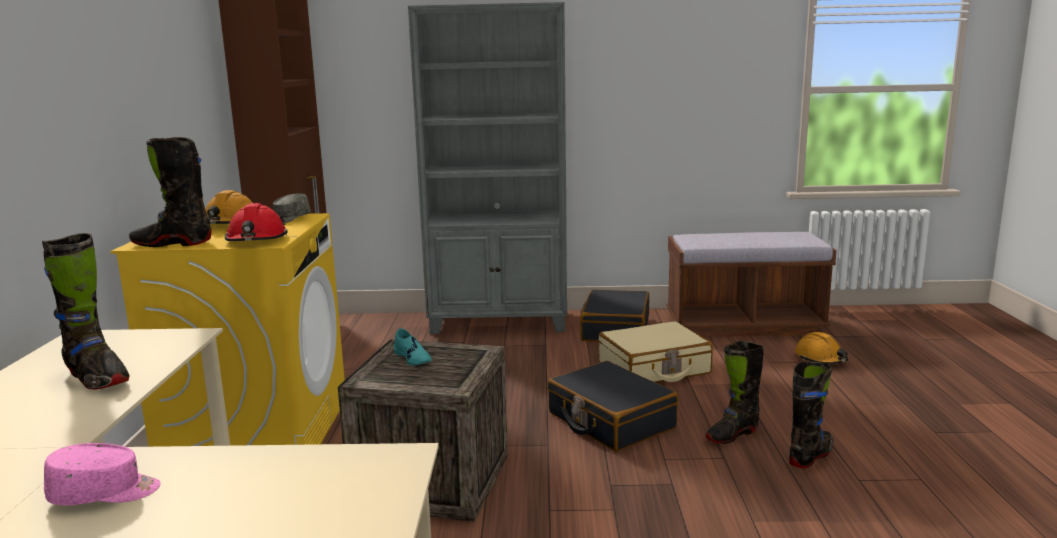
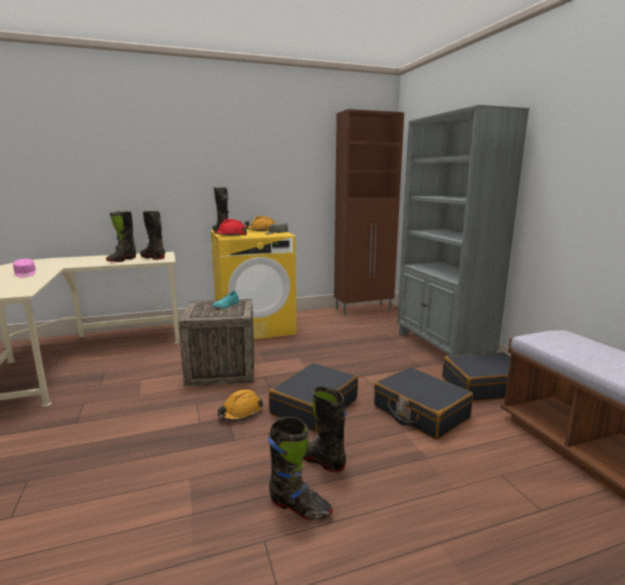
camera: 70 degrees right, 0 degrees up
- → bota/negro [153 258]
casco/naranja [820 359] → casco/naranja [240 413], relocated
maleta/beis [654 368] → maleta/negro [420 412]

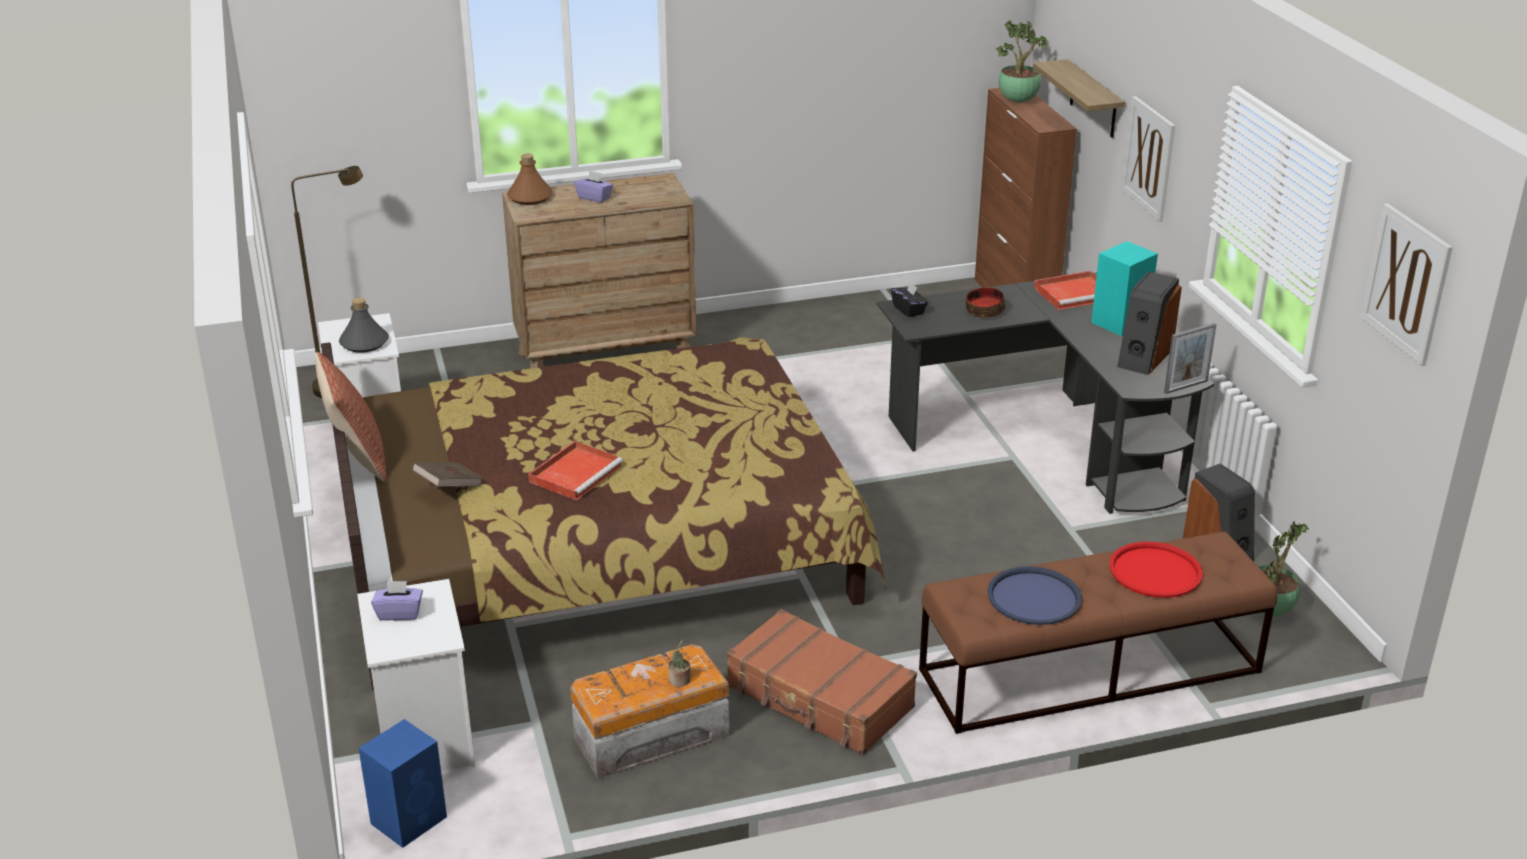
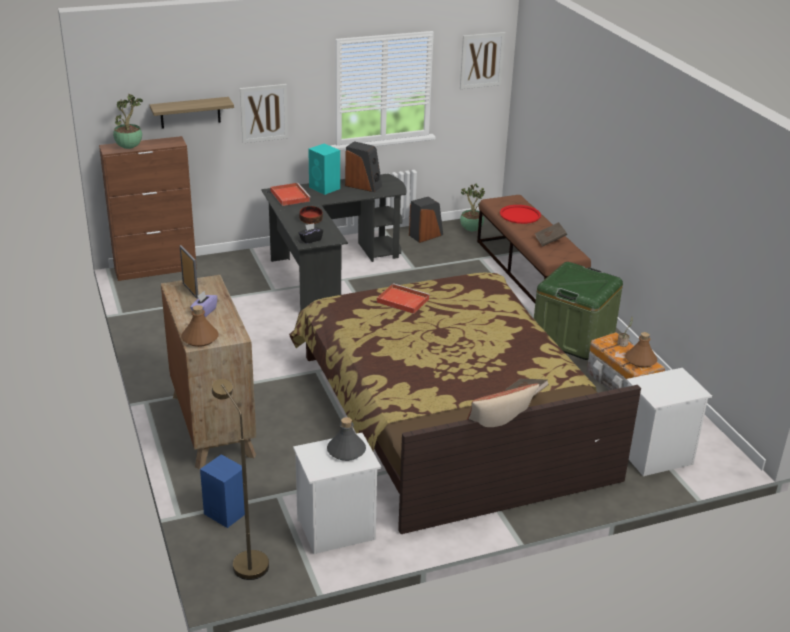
camera: 95 degrees left, 0 degrees up
portarretratos [1186 387] → portarretratos [190 290], relocated
altavoz/azul [410 819] → altavoz/azul [225 512], relocated
bandeja/rojo [576 473] → bandeja/rojo [402 300], relocated
maleta/marrón [819 698] → caja de almacenaje/verde [573 337]
bandeja/azul [1034 597] → libro/marrón [550 241]
- → botella/marrón [640 360]
caja de pañuelos/morado [399 613] → -

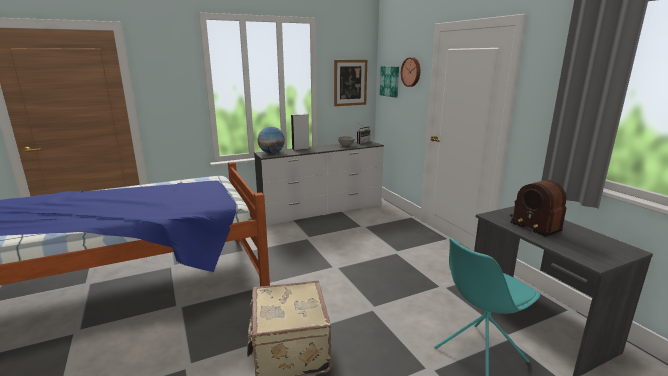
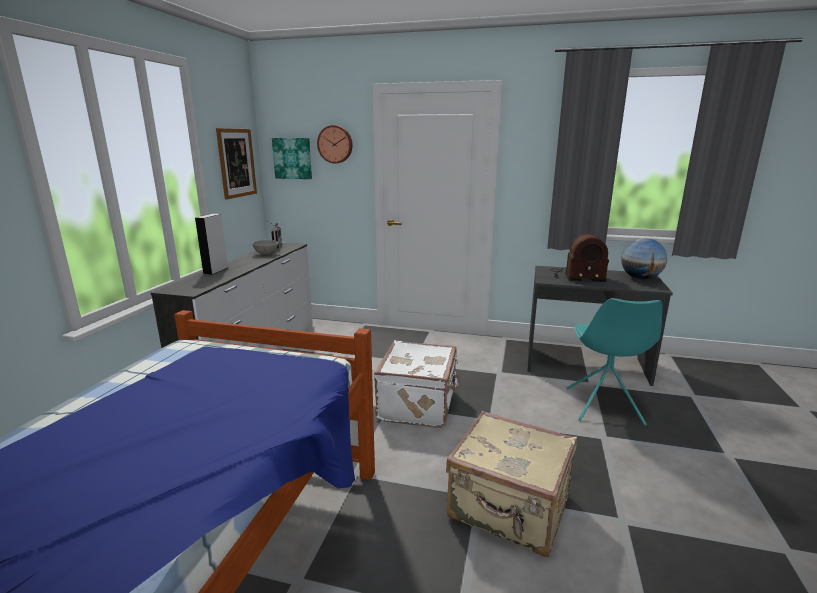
camera: 50 degrees left, 0 degrees up
- → maleta/blanco [419 404]
globo terráqueo [271 153] → globo terráqueo [640 278], relocated

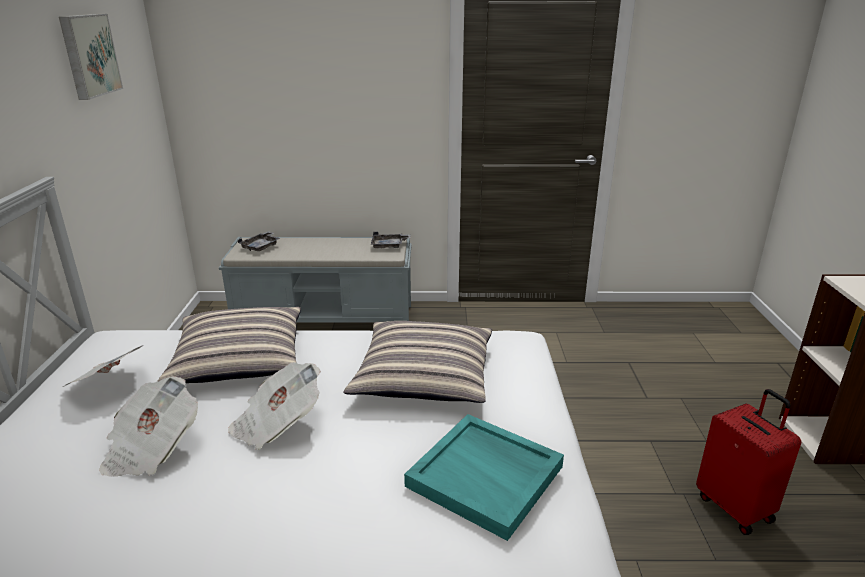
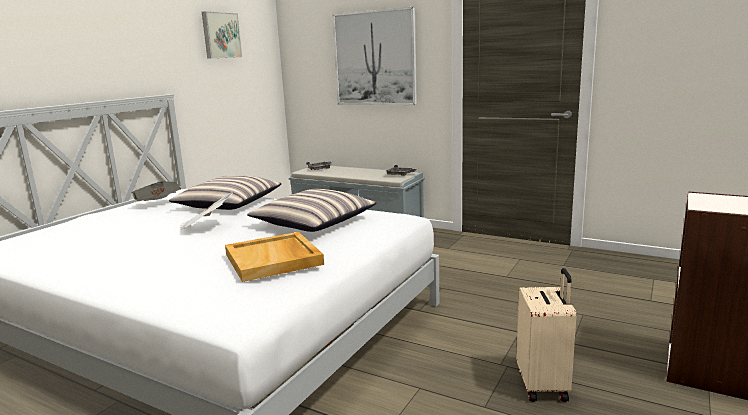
camera: 30 degrees right, 10 degrees down
bandeja/turquesa [486 476] → bandeja/beis [274 259]
- → cuadro [375 58]
maleta/rojo [735 507] → maleta/beis [543 385]
periódico [152 448] → -

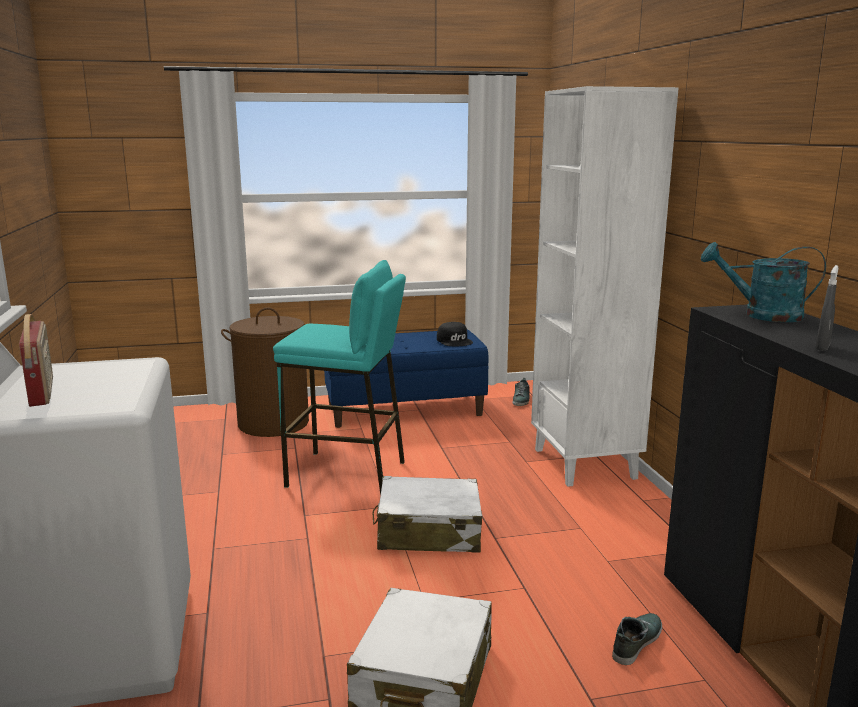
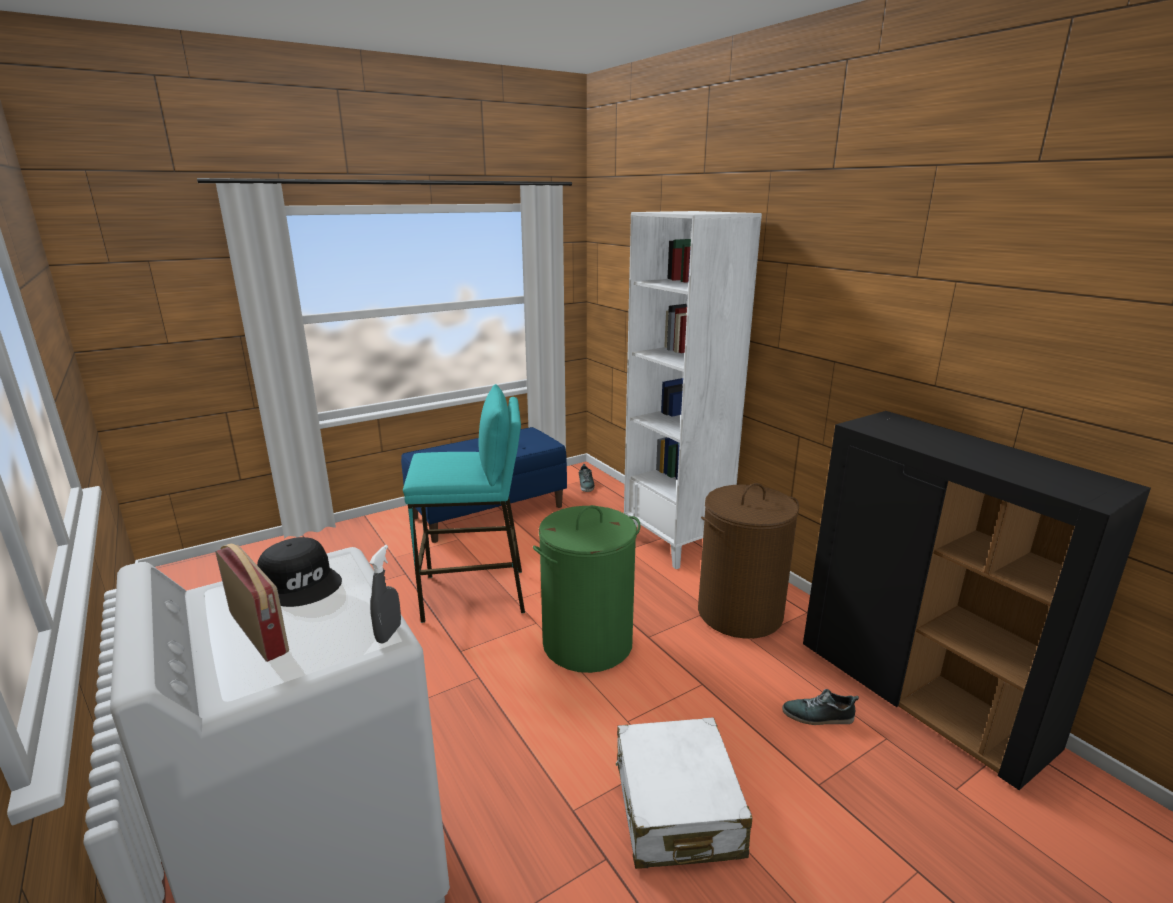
camera: 20 degrees left, 5 degrees up
gorra/negro [455 341] → gorra/negro [301 582], relocated
pulverizador/gris [822 348] → pulverizador/gris [388 633], relocated
maleta/blanco [428 532] → cesto de la ropa/verde [587 644]
cesto de la ropa/marrón [273 424] → cesto de la ropa/marrón [739 613], relocated
zapato [636 642] → zapato [818 716], 105 degrees counterclockwise
regadera/turquesa [762 315] → -

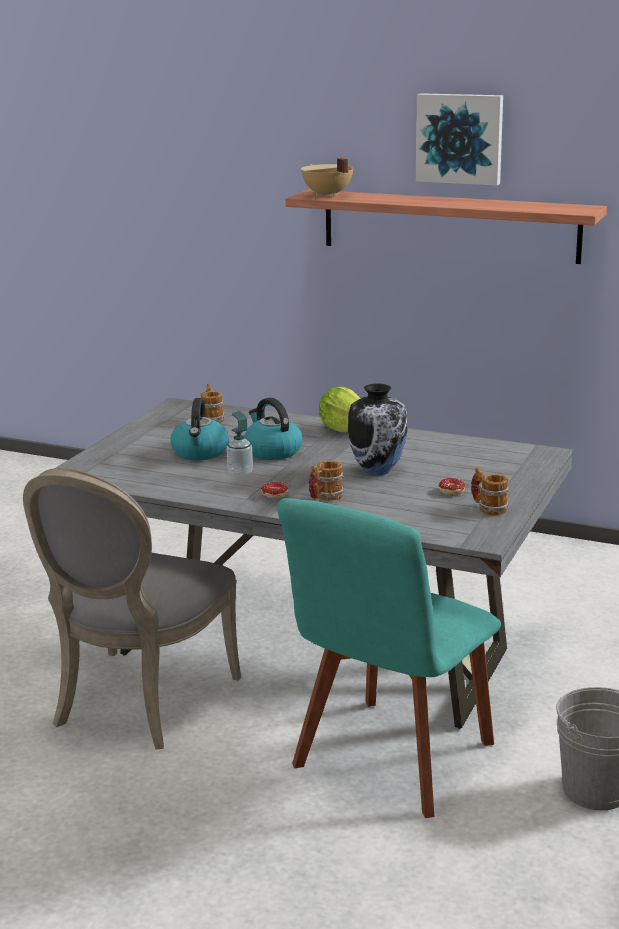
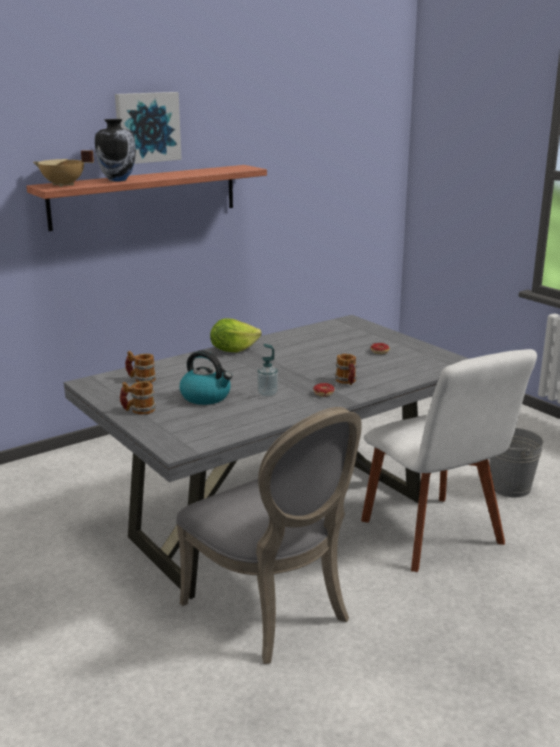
camera: 60 degrees left, 0 degrees up
florero [378 470] → florero [118 180], relocated
taza grande [488 508] → taza grande [138 410], relocated
silla/turquesa [389 760] → silla/blanco [435 536]
hervidor [272 451] → -

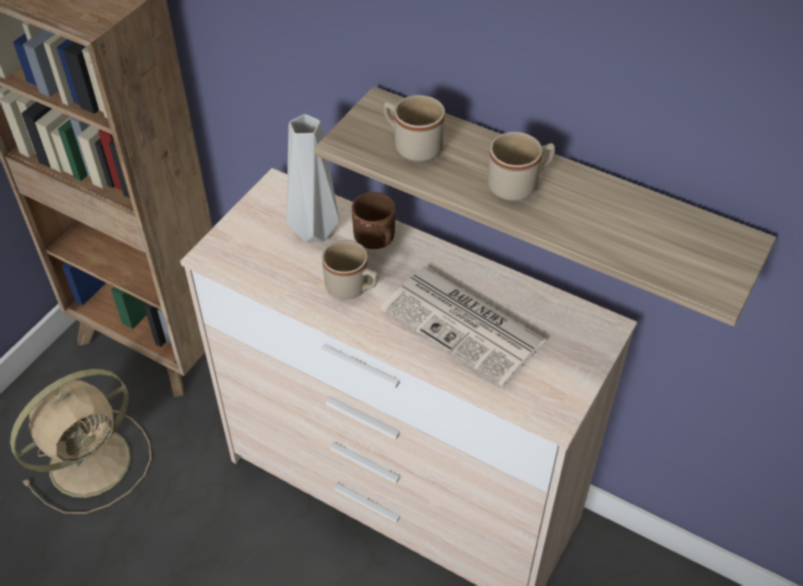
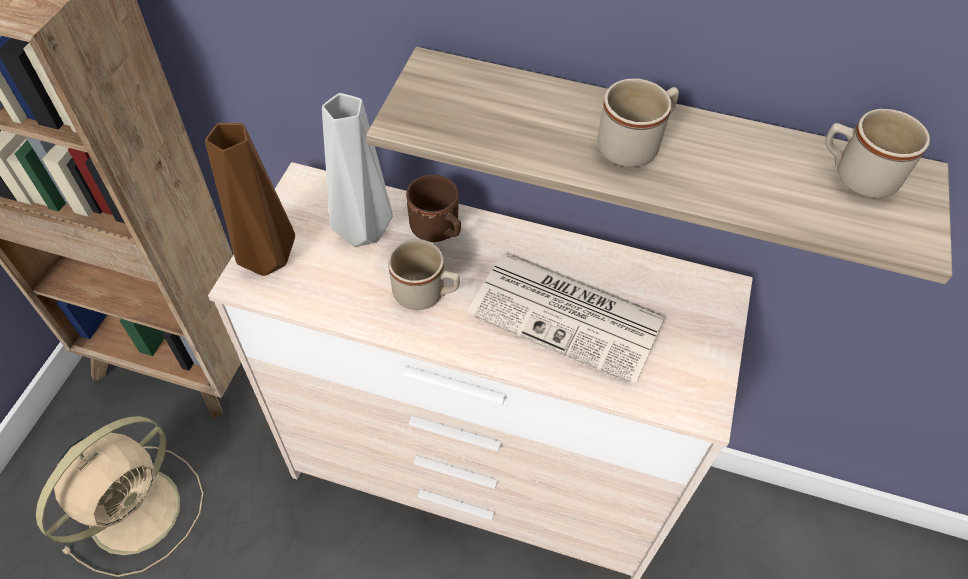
camera: 15 degrees left, 5 degrees up
- → florero/marrón [268 261]
taza grande/beis [412 145] → taza grande/beis [855 176], relocated

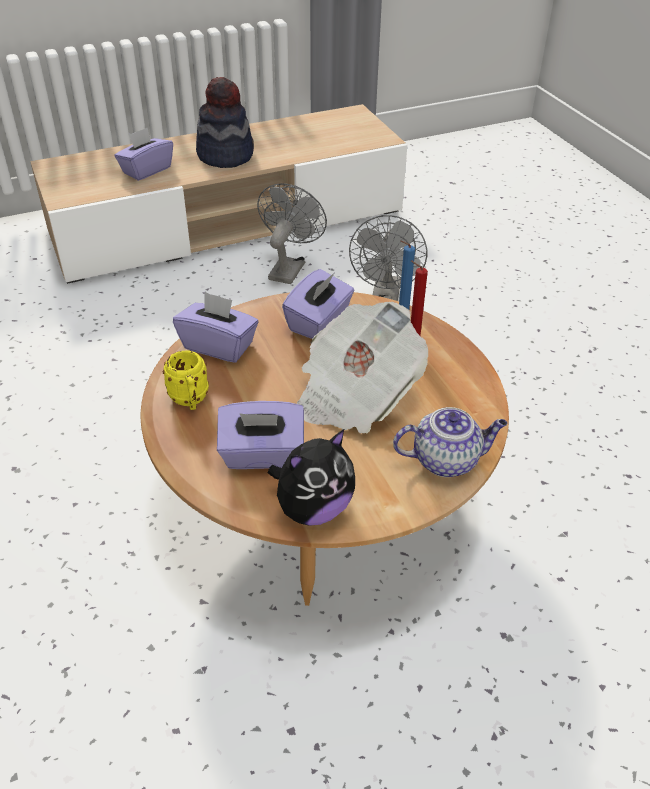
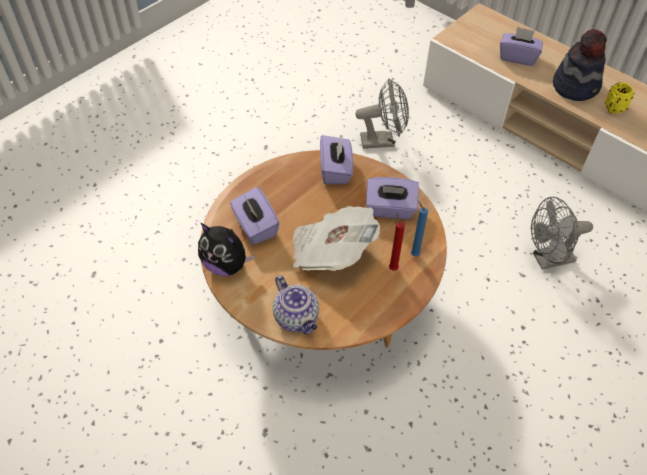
camera: 65 degrees right, 10 degrees up
ventilador/gris [289 268] → ventilador/gris [383 141], relocated
taza grande/amarillo [190 400] → taza grande/amarillo [612 109], relocated

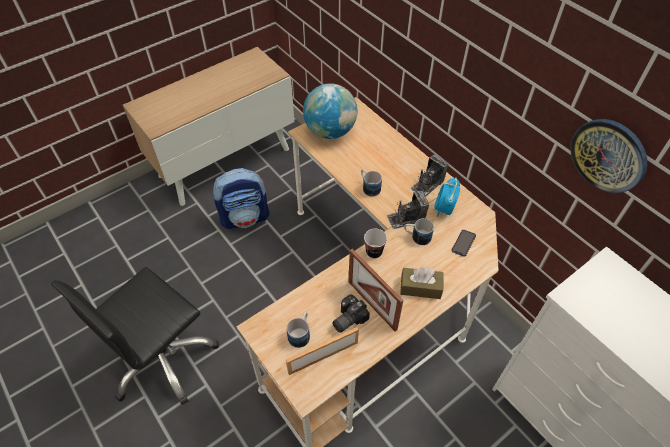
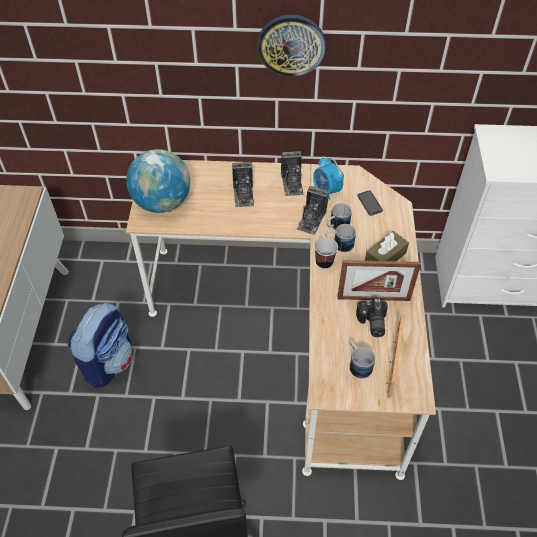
camera: 50 degrees left, 0 degrees up
- → cámara [243 194]
reloj de pared [608 155] → reloj de pared [291 45], relocated
taza grande [369 187] → taza grande [339 244], relocated

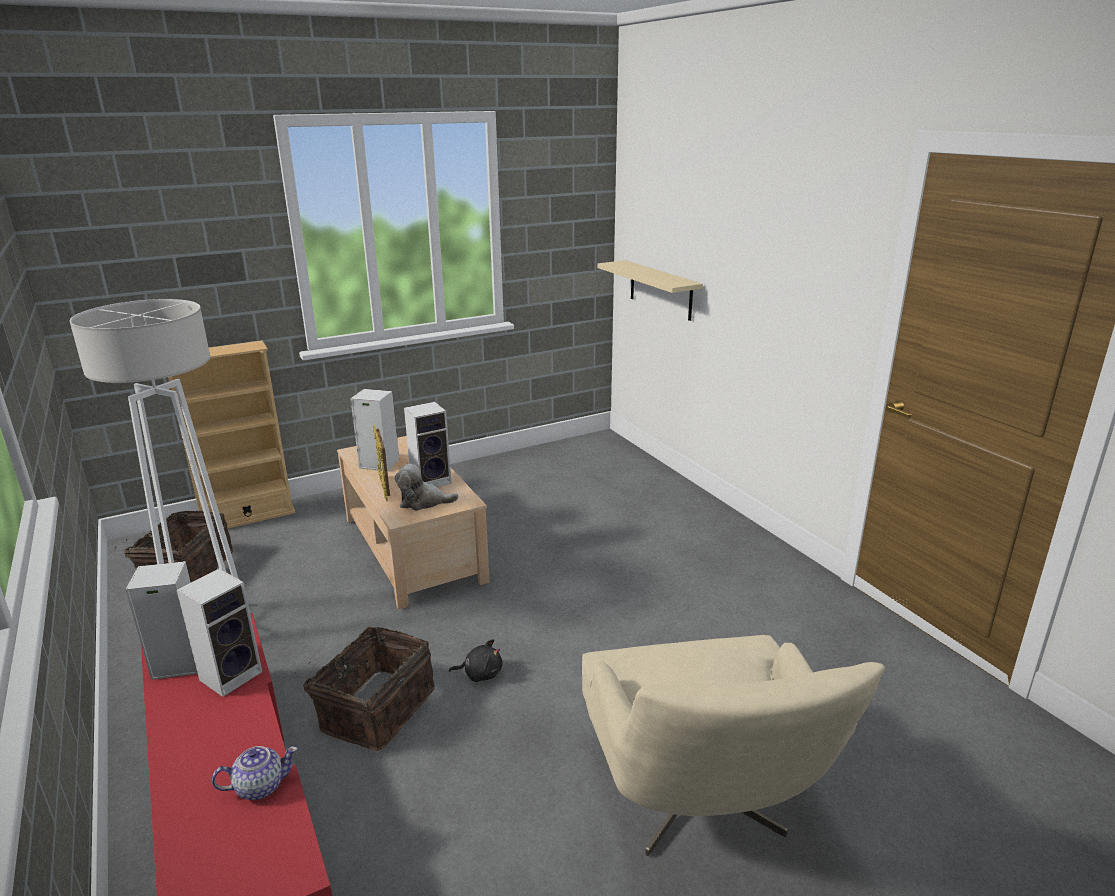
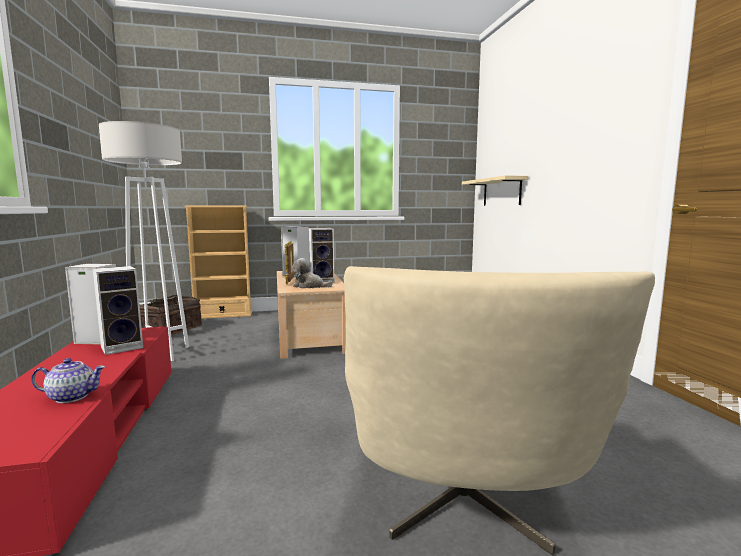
camera: 15 degrees right, 15 degrees down
cesta [375 709] → -
peluche/negro [480 673] → -

